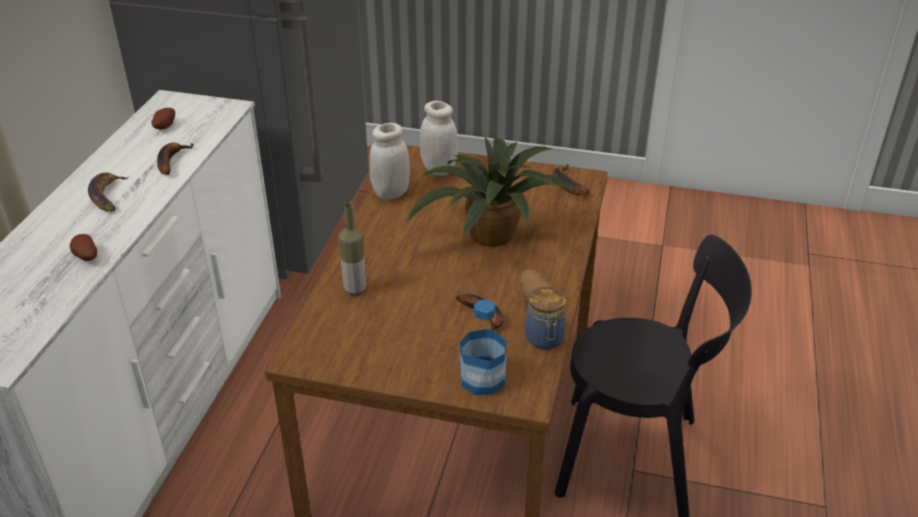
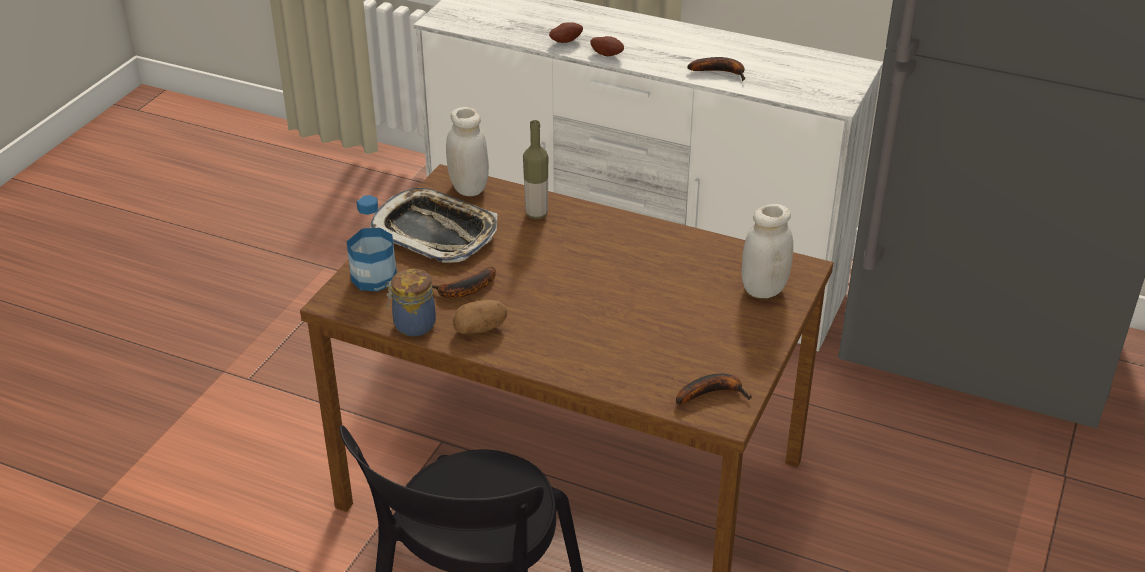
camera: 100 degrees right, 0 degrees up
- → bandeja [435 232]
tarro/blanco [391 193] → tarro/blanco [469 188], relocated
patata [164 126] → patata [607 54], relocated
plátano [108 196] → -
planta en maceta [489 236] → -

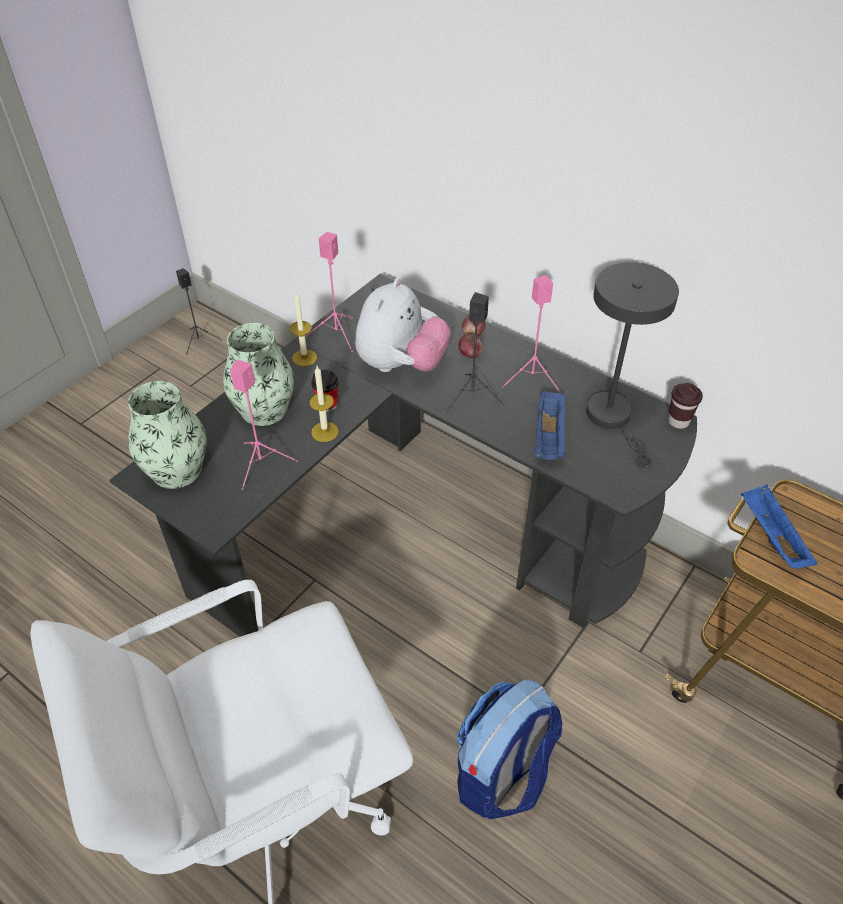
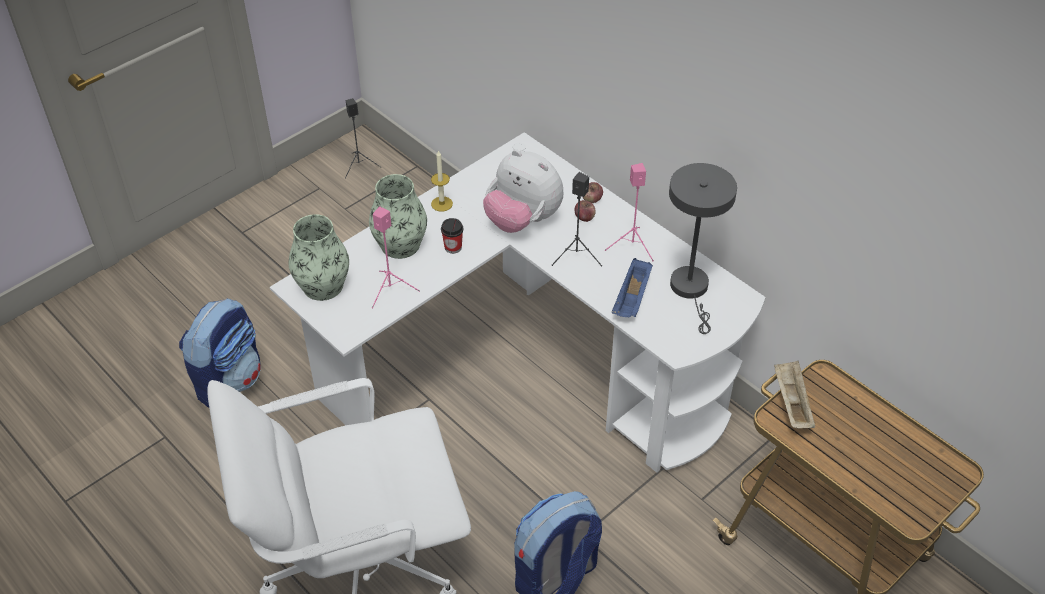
camera: 10 degrees right, 0 degrees up
- → mochila [230 381]
escritorio/negro [416 530] → escritorio/blanco [527 368]
peluche [401 365] → peluche [522 220], 90 degrees clockwise
bandeja/azul [770 536] → bandeja/beis [791 402]
altavoz/rosa [337 335] → -
vela [325 432] → -
taza/marrón [678 421] → -

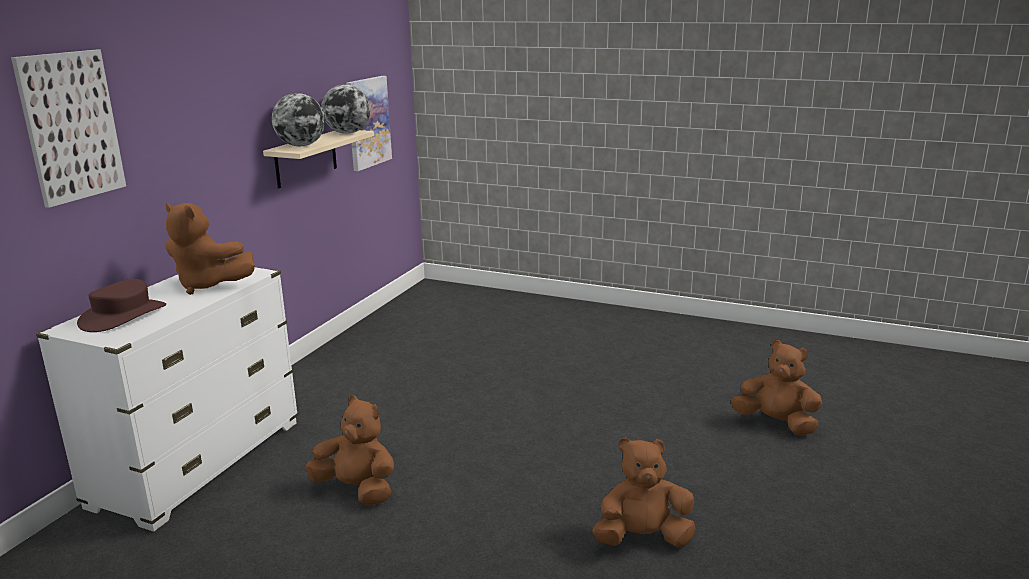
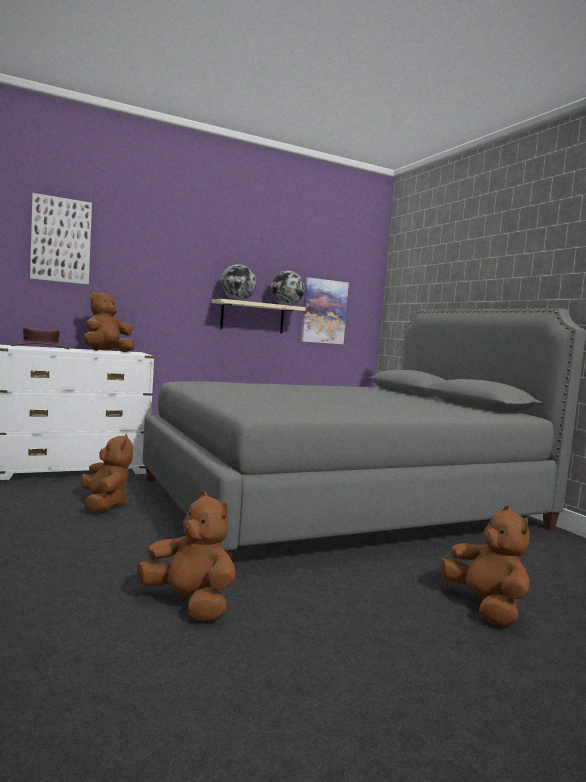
camera: 40 degrees right, 15 degrees down
peluche/marrón [208 285] → peluche/marrón [106 352], 60 degrees clockwise
- → cama/gris [339 503]

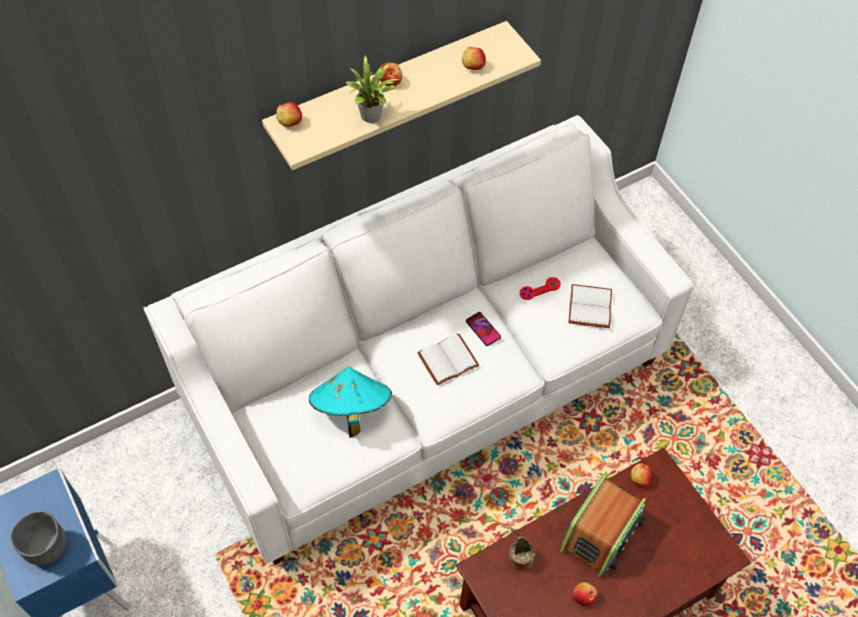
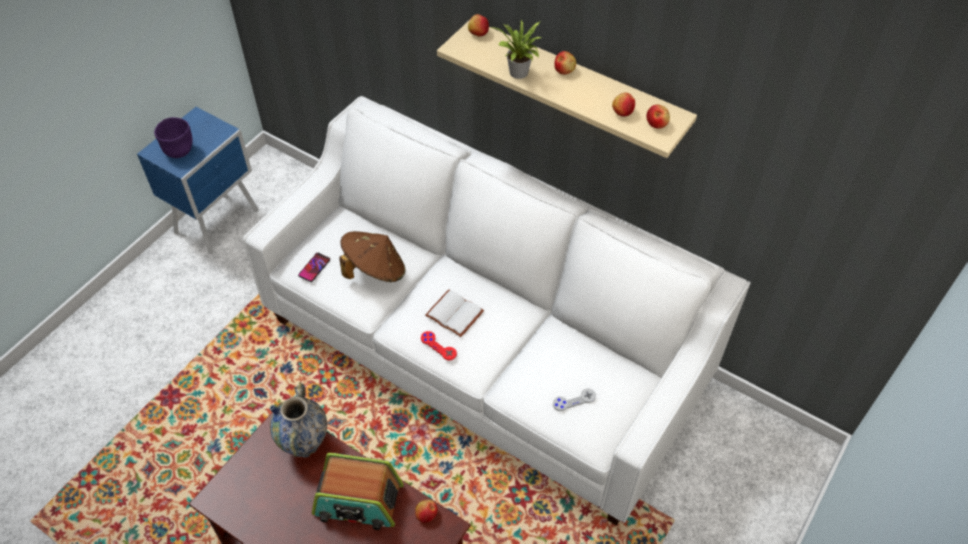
camera: 65 degrees right, 5 degrees down
cuenco/gris [46 547] → cuenco/morado [179 150]
planta en maceta [518 558] → florero [305 445]
móvil [483 329] → móvil [314 267], relocated
sombrero/turquesa [351 409] → sombrero/marrón [374 270]
mando de consola/rojo [540 289] → mando de consola/rojo [438 346], relocated
libro/blanco [591 308] → mando de consola/gris [574 400]
manzana [583 596] → manzana [656 123], relocated

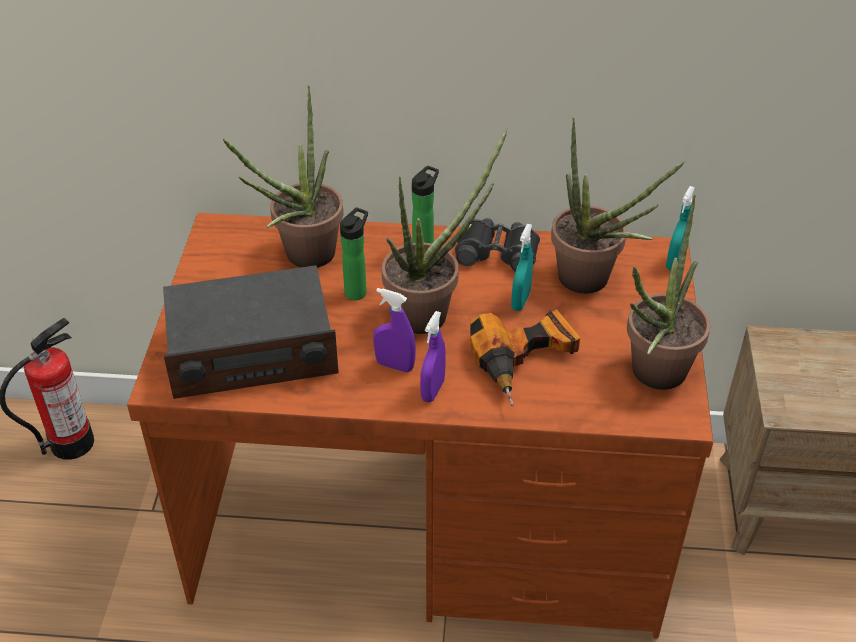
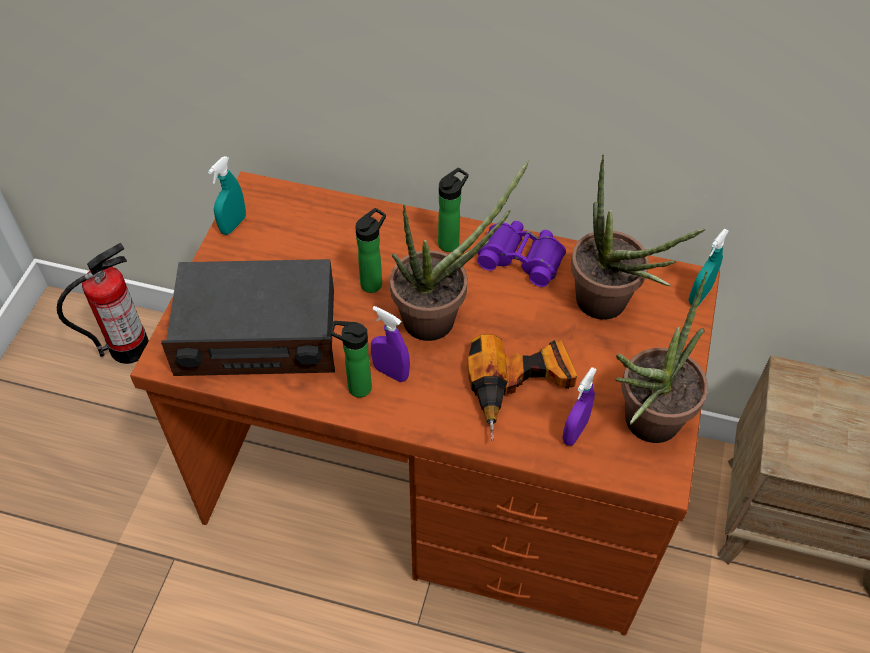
camera: 10 degrees right, 10 degrees up
pulverizador/turquesa [520 301] → pulverizador/turquesa [233 225], relocated
- → botella [355 387]
prismáticos/negro [497 252] → prismáticos/morado [521 258]
pulverizador/morado [433 390] → pulverizador/morado [575 432], relocated
planta en maceta [302 258] → -

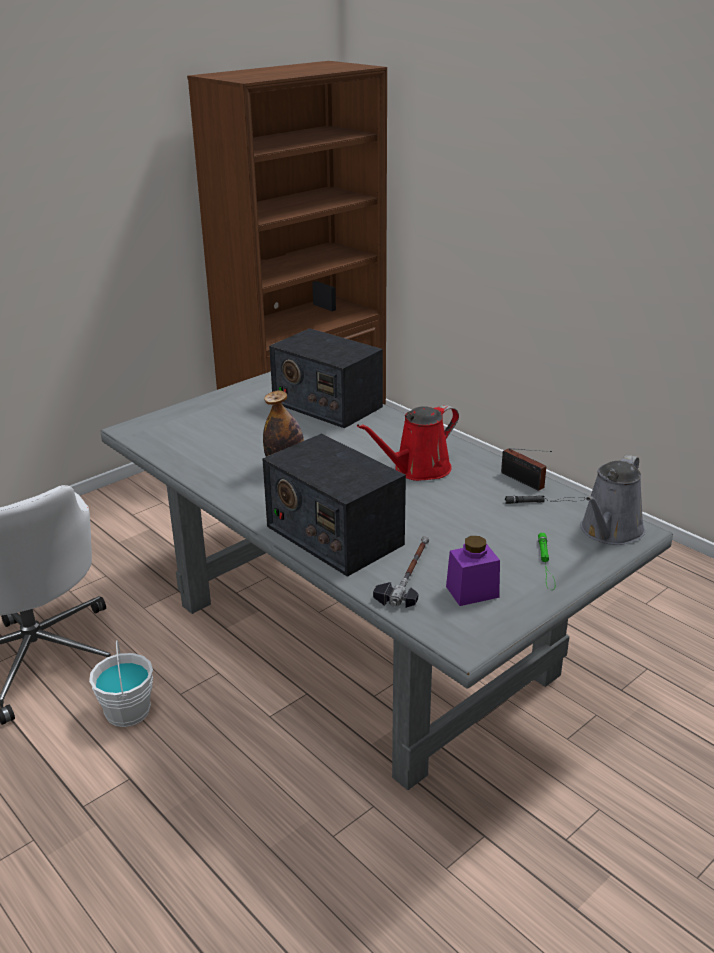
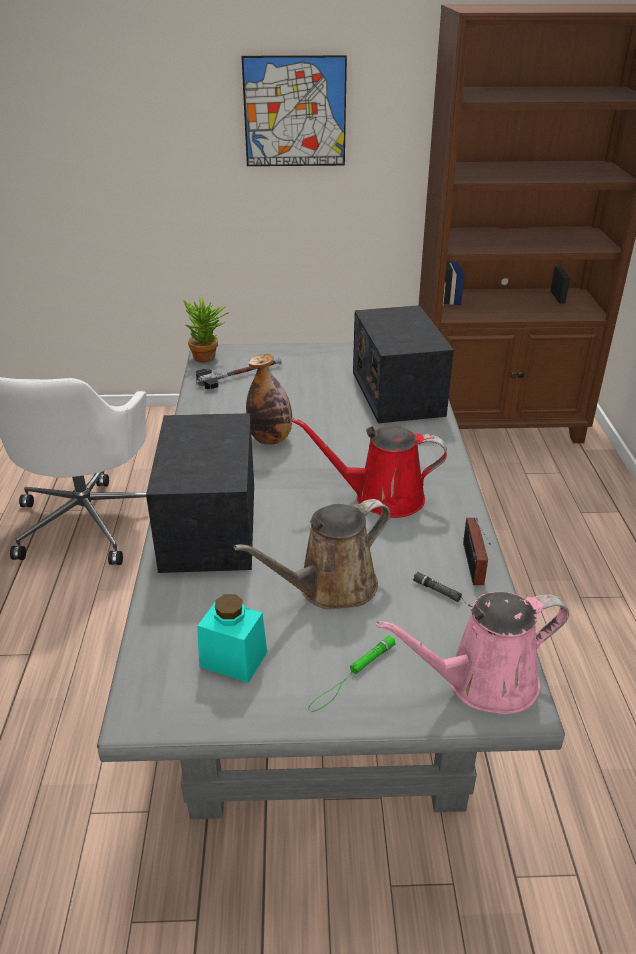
camera: 40 degrees right, 5 degrees up
- → planta en maceta [208 358]
martillo [408 575] → martillo [239 375], relocated
tarro/morado [472 592] → tarro/turquesa [233 659]
- → regadera/marrón [330 587]
- → cuadro [295 112]
regadera/gris [609 531] → regadera/rosa [483 682]
cubo/blanco [127 711] → -

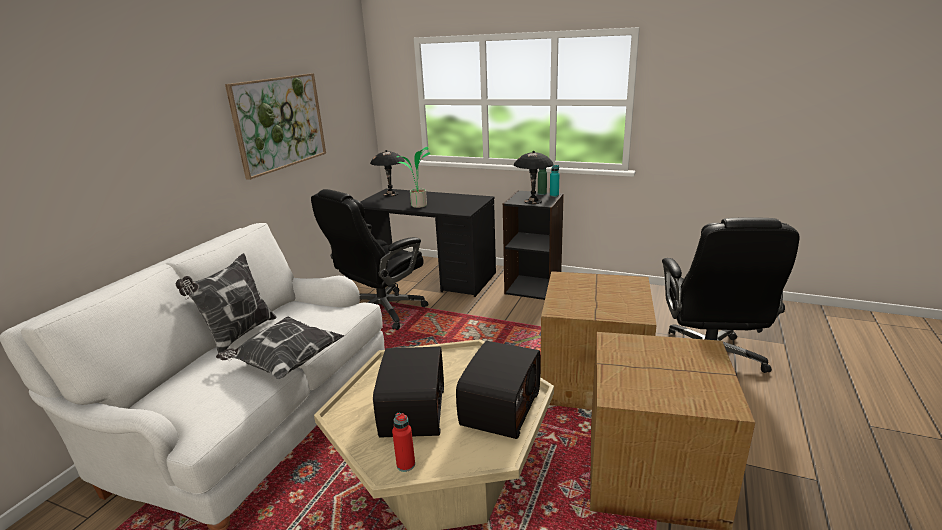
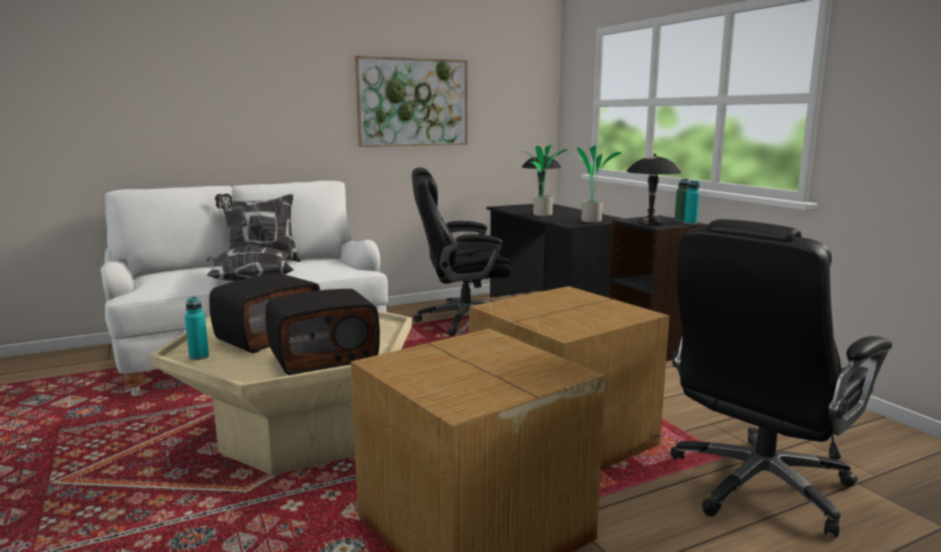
camera: 40 degrees right, 10 degrees down
botella/rojo [406 464] → botella/turquesa [199 357]
- → planta en maceta [589 221]

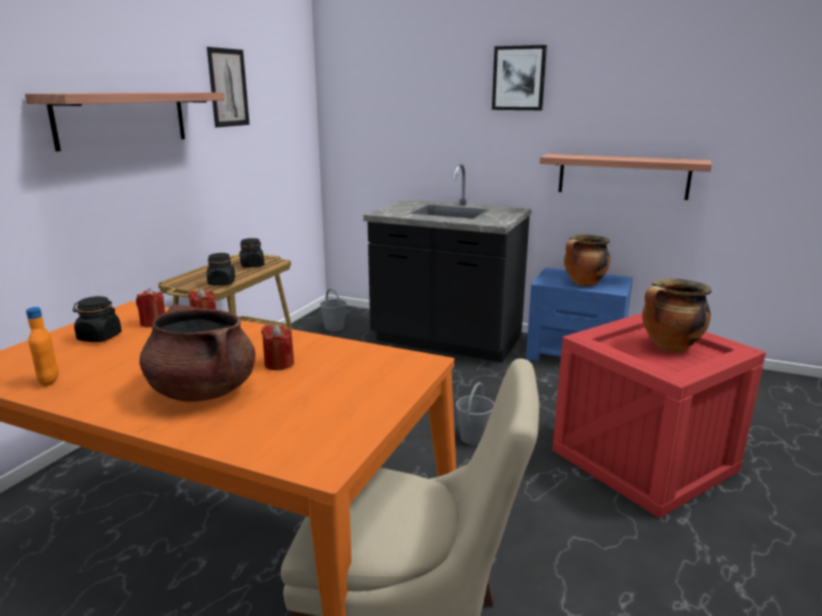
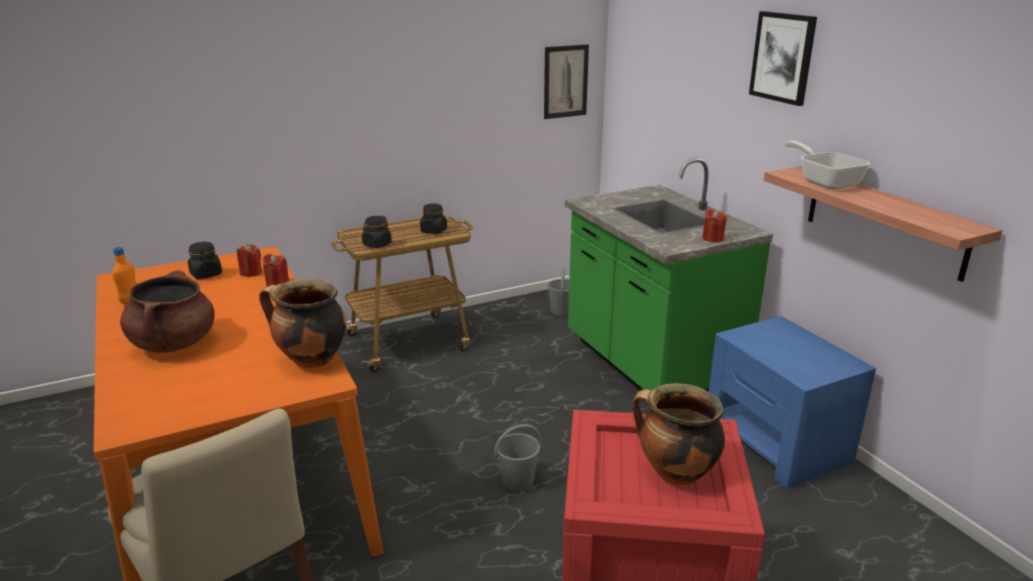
camera: 40 degrees right, 5 degrees up
olla [584 284] → olla [310 360], relocated
cuadro [228 88] → cuadro [565 81], relocated
mueble bajo de cocina/negro [446 340] → mueble bajo de cocina/verde [649 366]
vela/rojo [279 364] → vela/rojo [713 238], relocated
- → sartén [824 181]
estante [123 119] → -

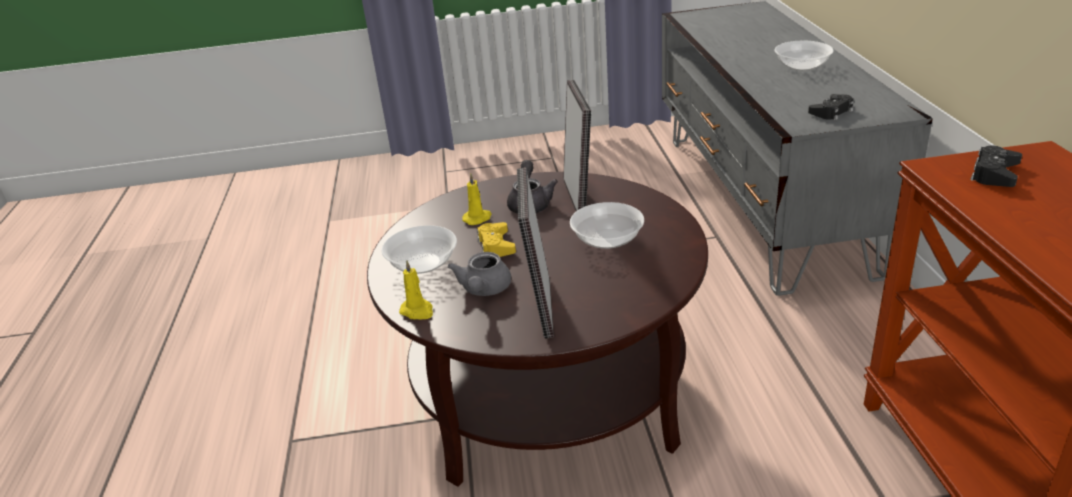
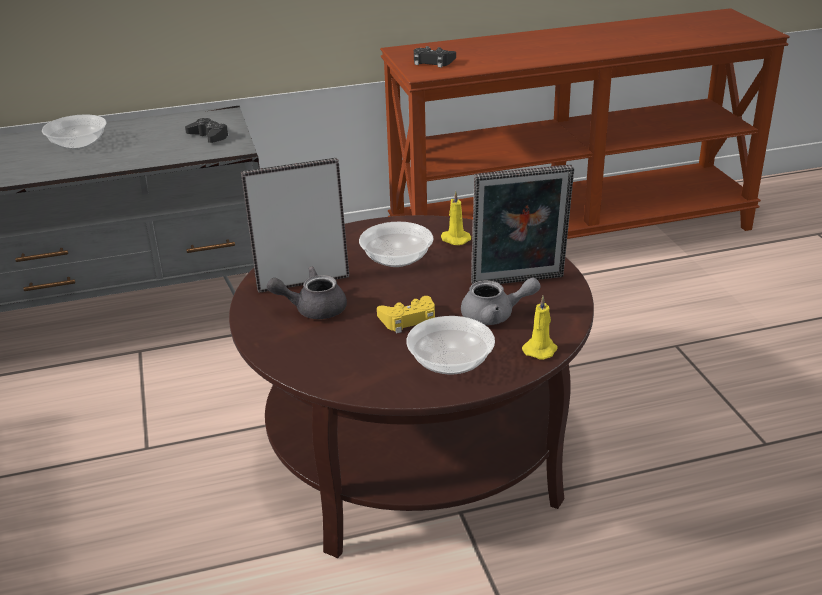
camera: 100 degrees left, 0 degrees up
vela/amarillo [478 218] → vela/amarillo [454 239], relocated

